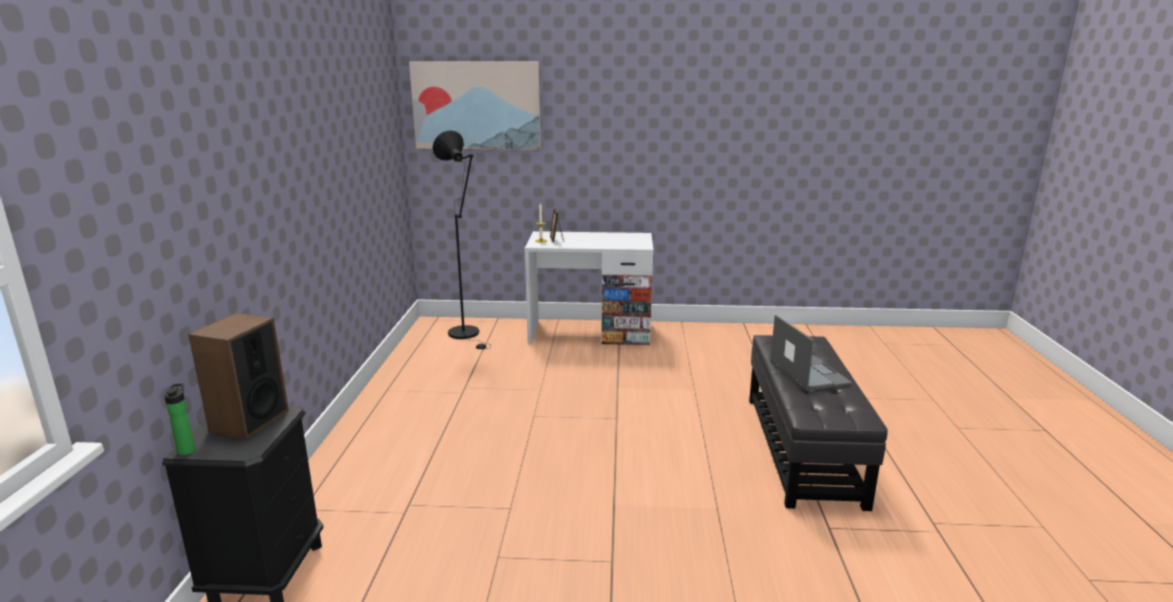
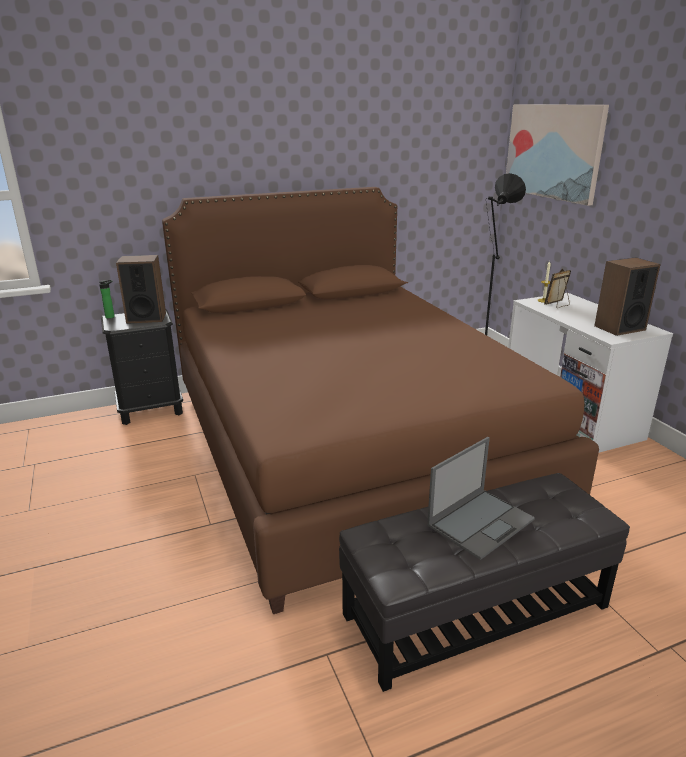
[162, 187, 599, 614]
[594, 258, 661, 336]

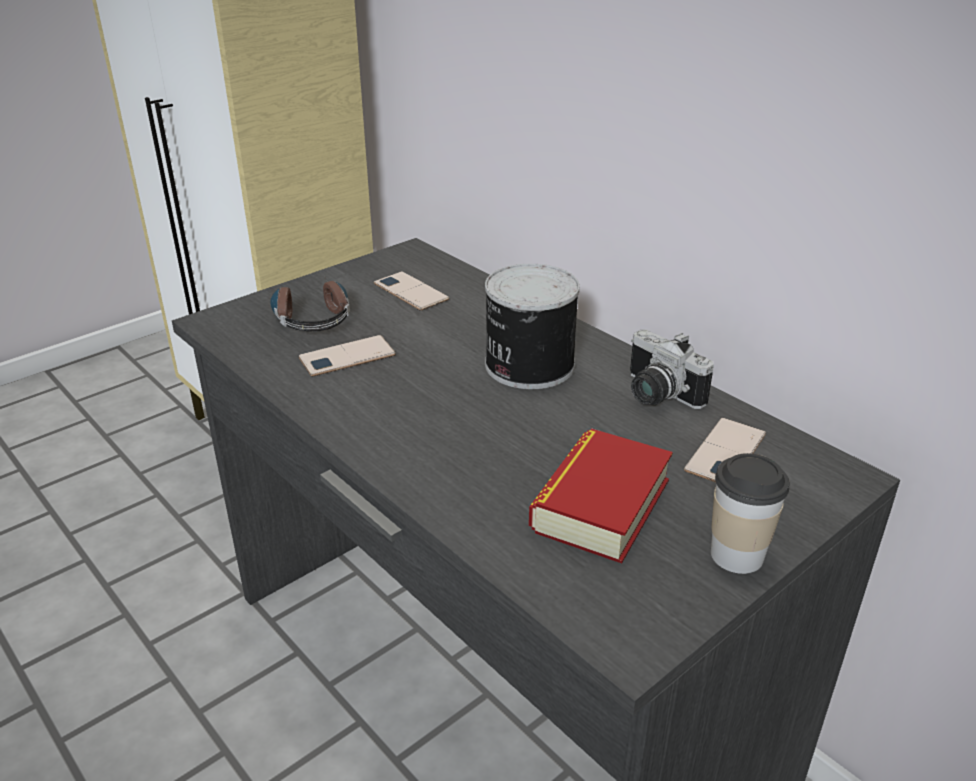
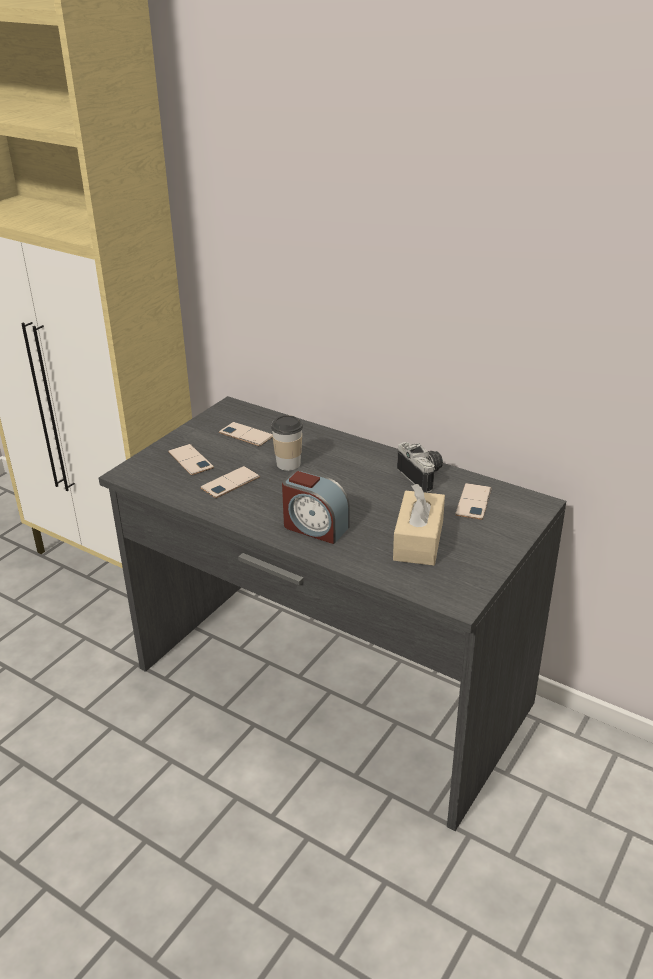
[168, 444, 214, 475]
[271, 415, 303, 471]
[282, 470, 349, 544]
[393, 484, 445, 566]
[397, 442, 443, 493]
[485, 264, 580, 389] (first image)

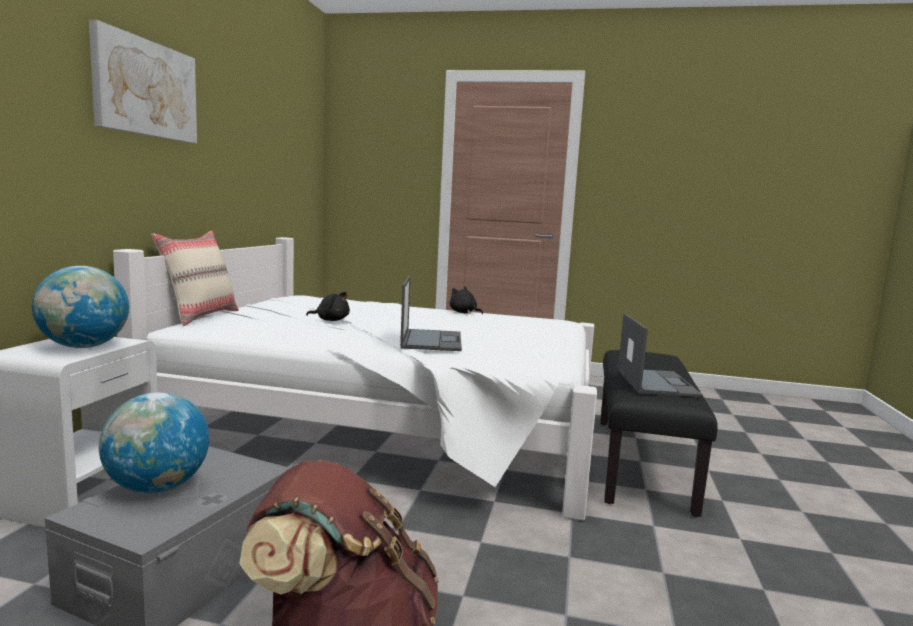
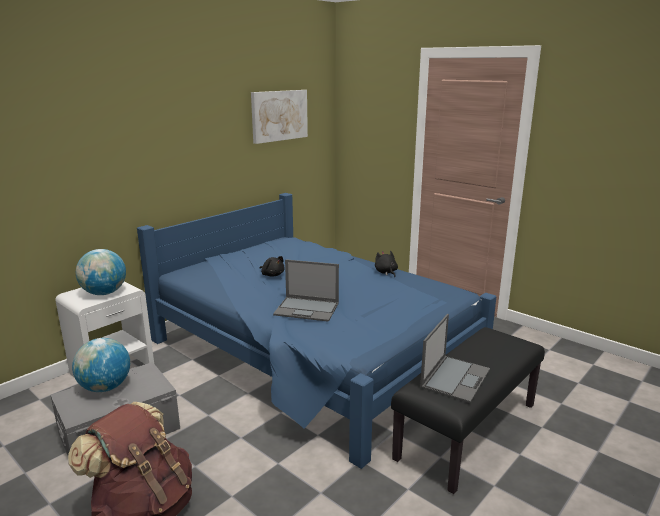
[137, 193, 497, 469]
[251, 90, 308, 144]
[273, 259, 339, 322]
[151, 231, 239, 326] (first image)

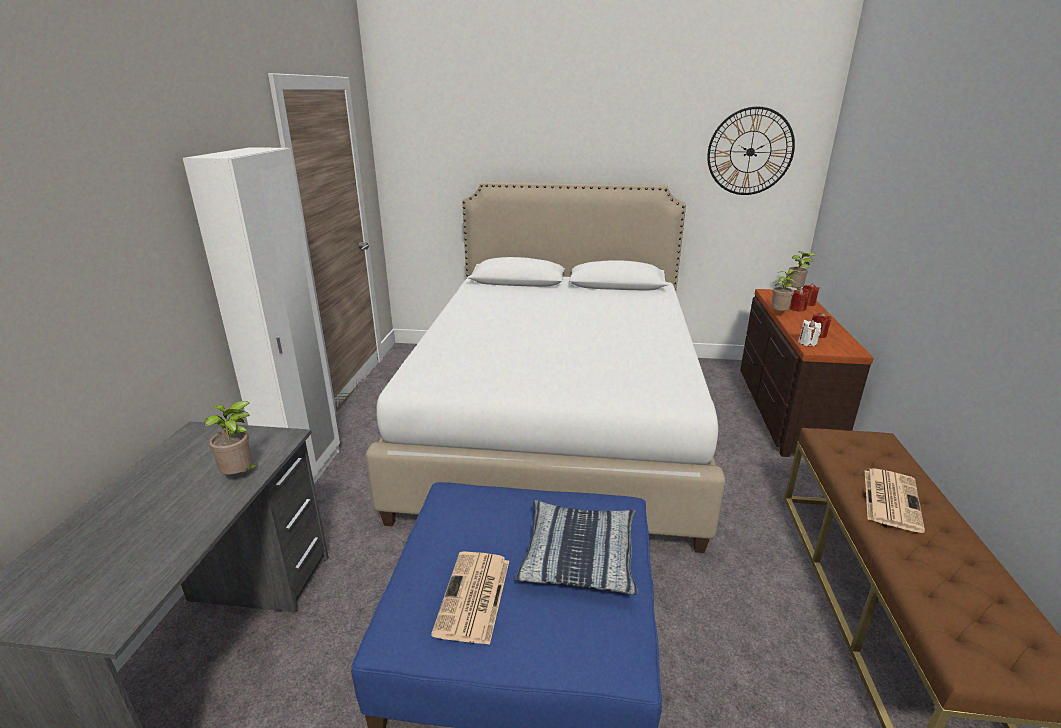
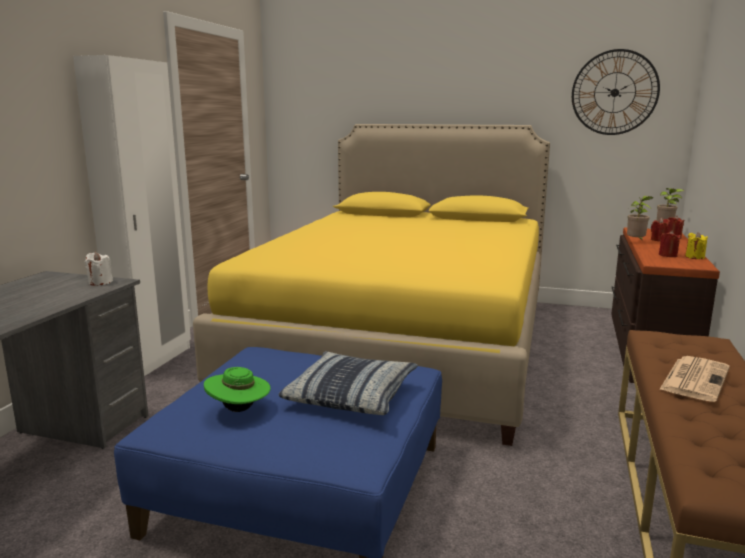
[85, 252, 113, 286]
[193, 124, 550, 446]
[204, 367, 271, 412]
[685, 232, 708, 259]
[204, 401, 260, 475] (first image)

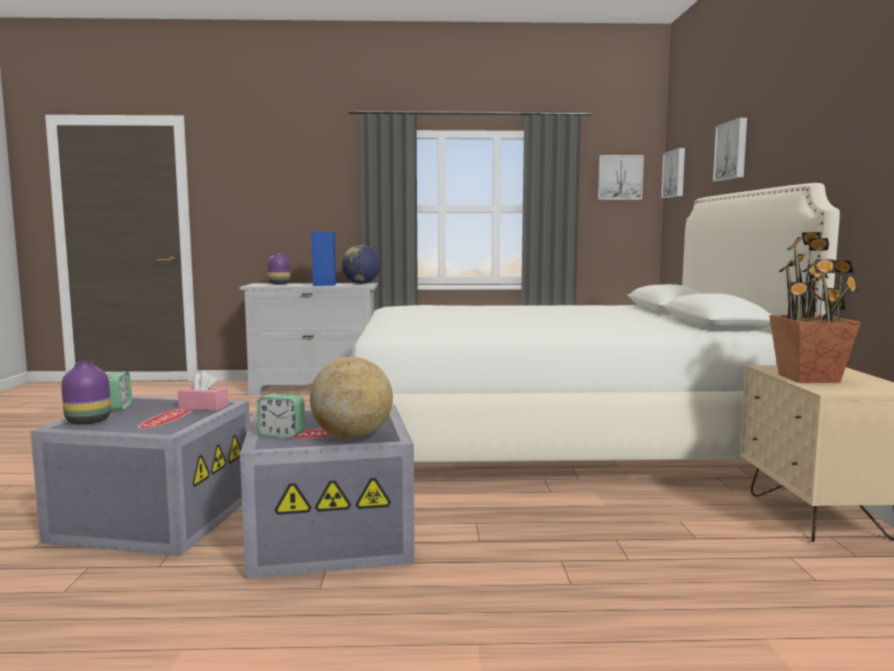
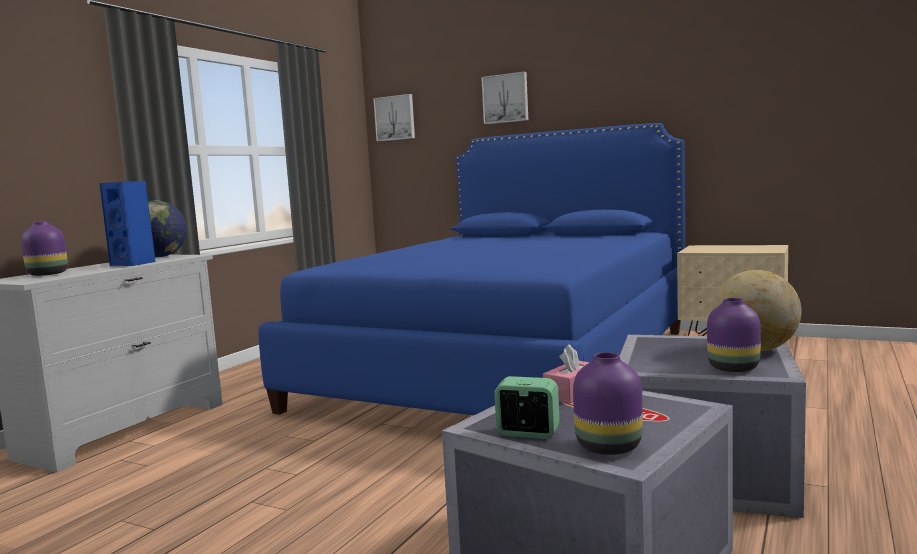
[259, 123, 685, 415]
[707, 298, 761, 372]
[598, 155, 644, 200] (first image)
[769, 232, 861, 383] (first image)

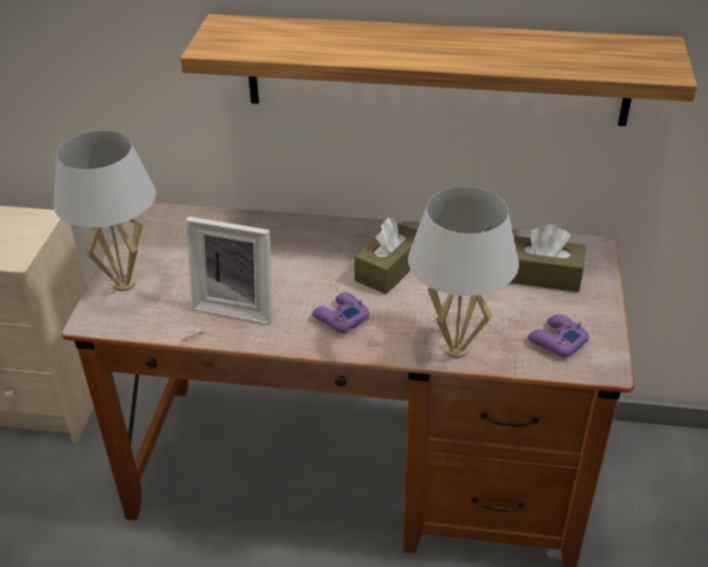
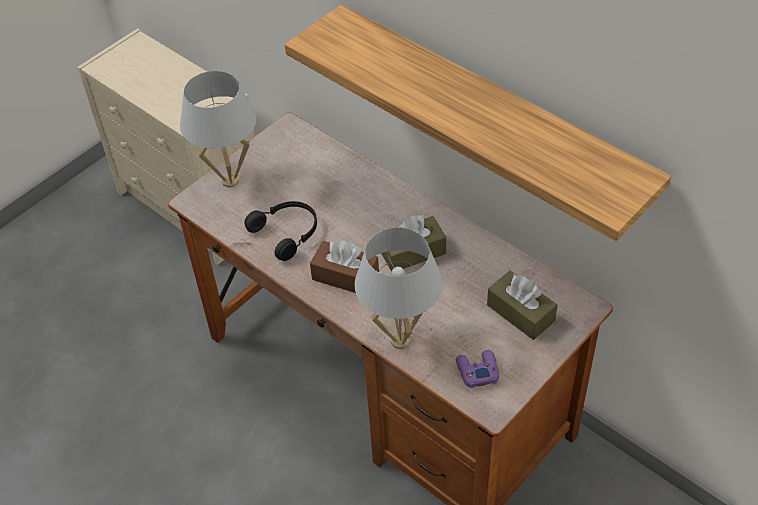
[244, 201, 317, 261]
[310, 240, 379, 293]

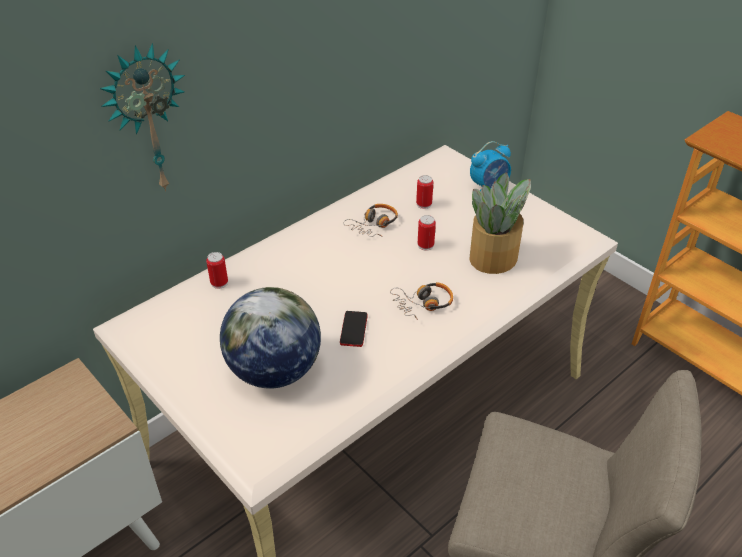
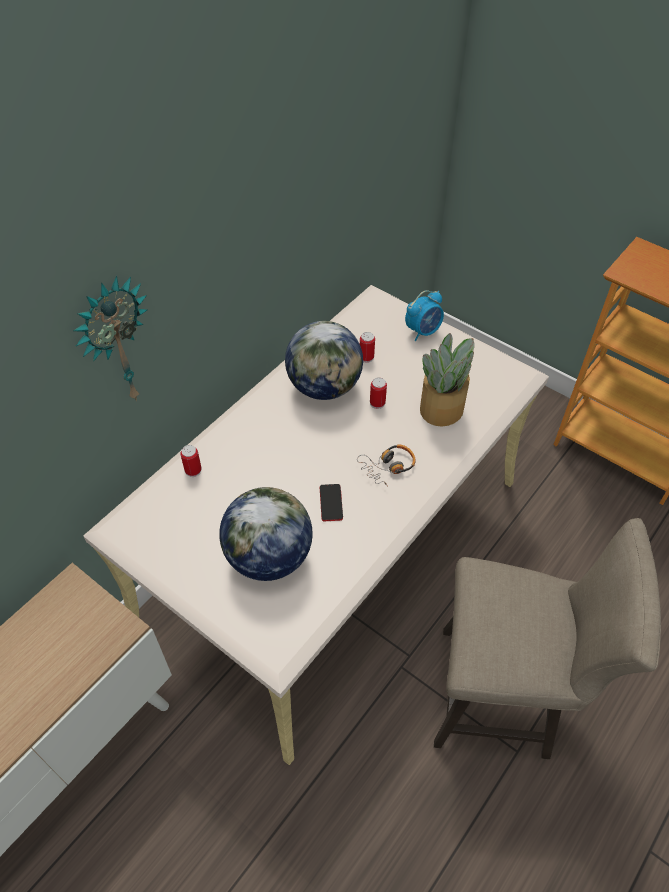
[285, 321, 363, 400]

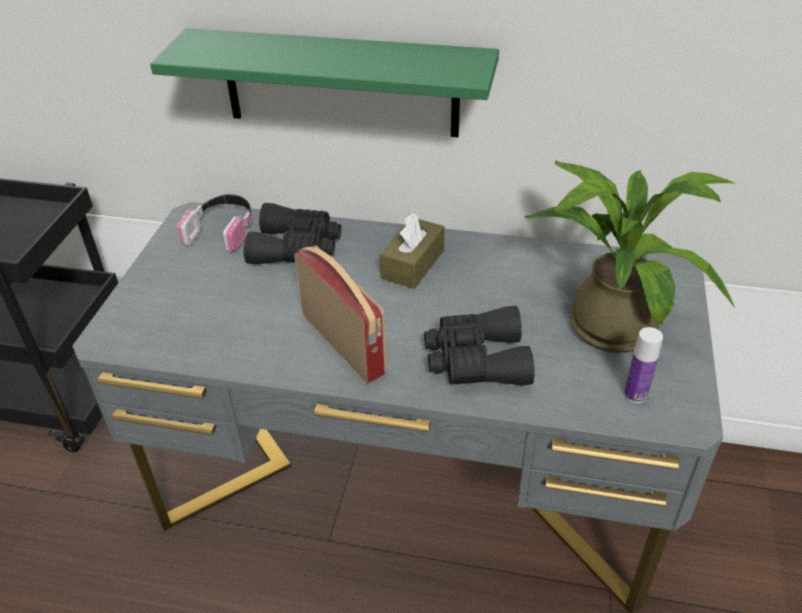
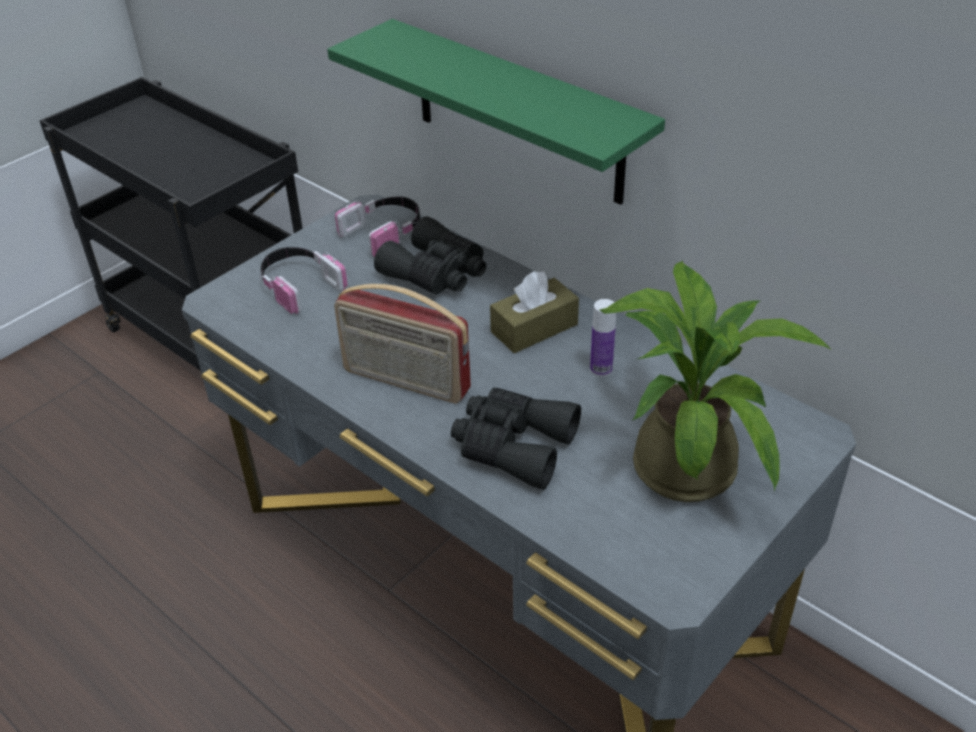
[260, 247, 348, 314]
[334, 284, 471, 404]
[590, 299, 616, 377]

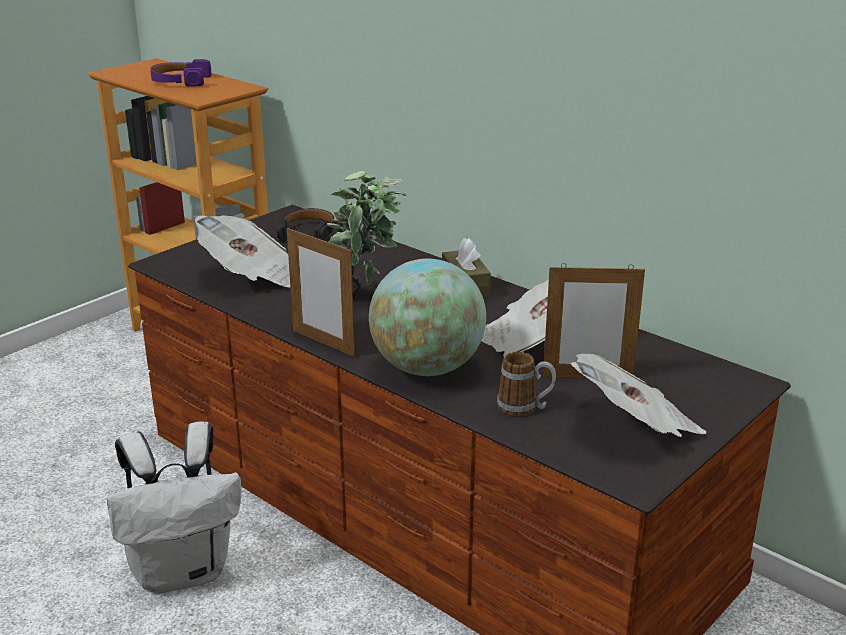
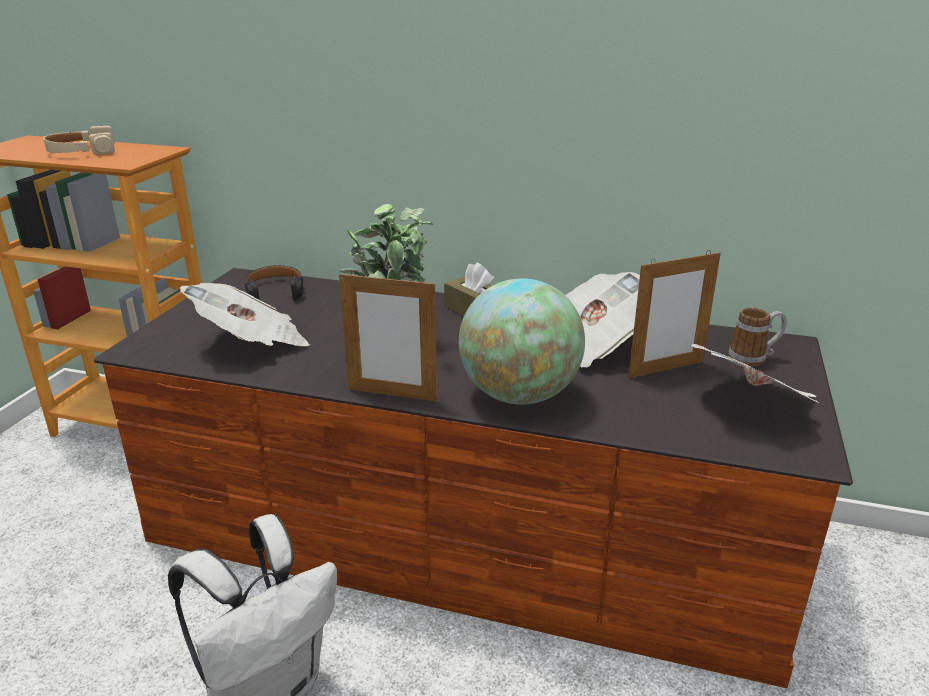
[43, 126, 115, 155]
[728, 308, 787, 367]

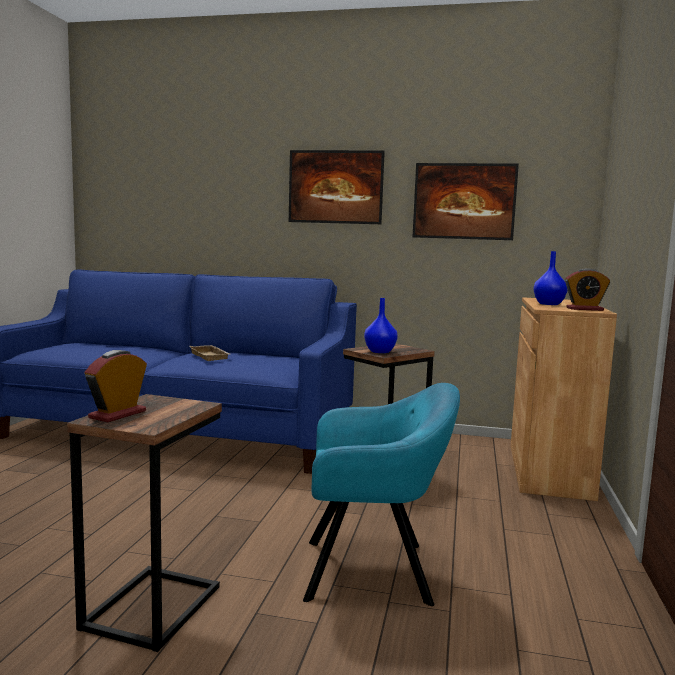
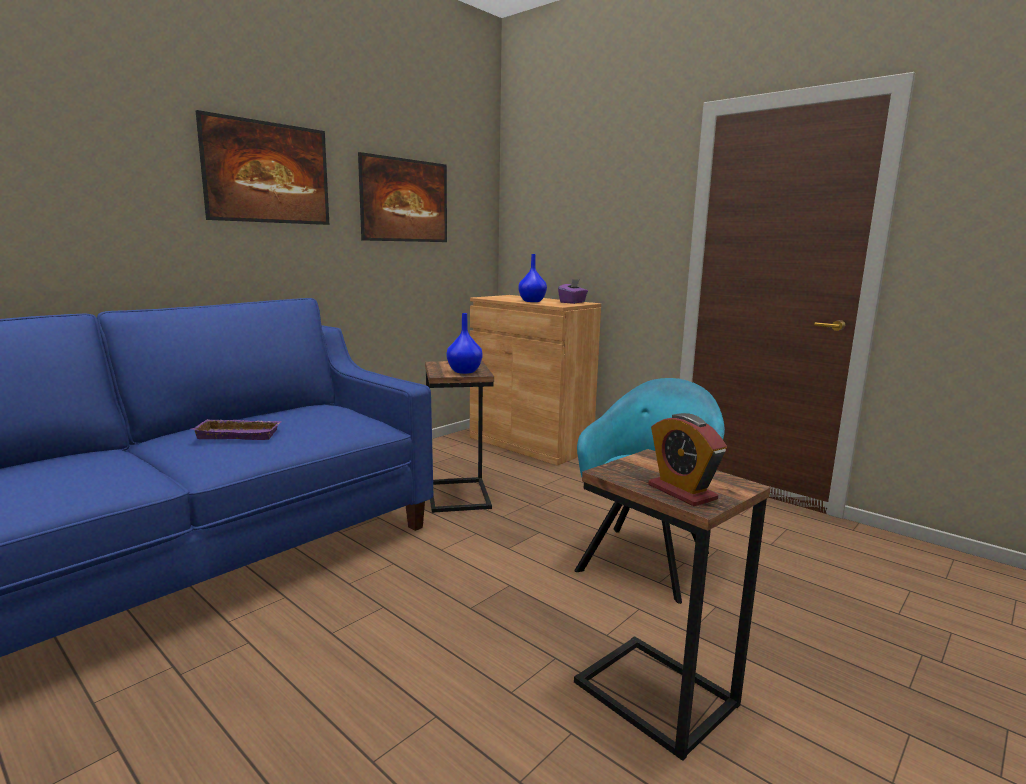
[191, 419, 282, 440]
[558, 279, 588, 304]

